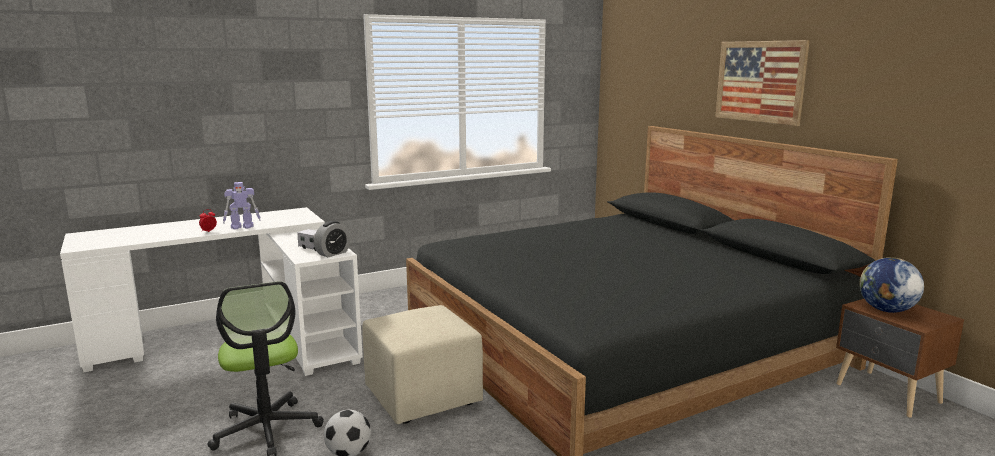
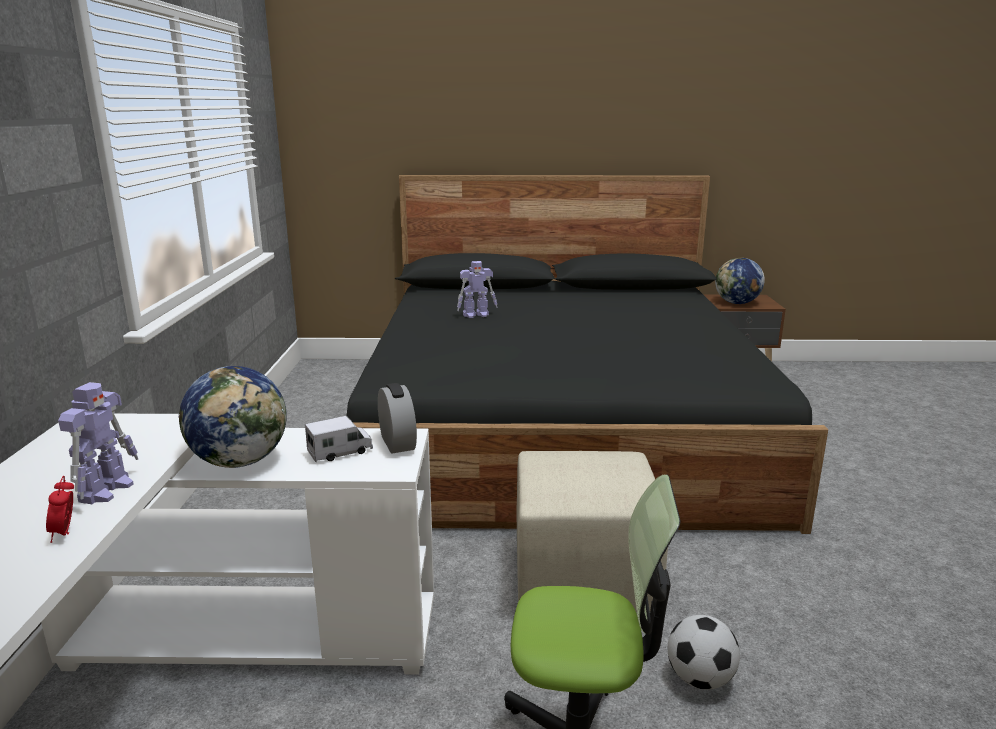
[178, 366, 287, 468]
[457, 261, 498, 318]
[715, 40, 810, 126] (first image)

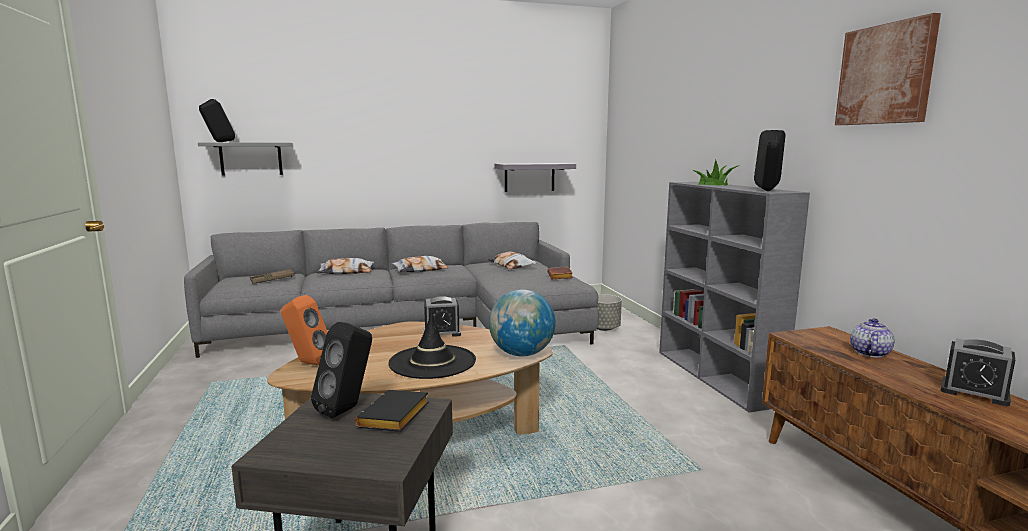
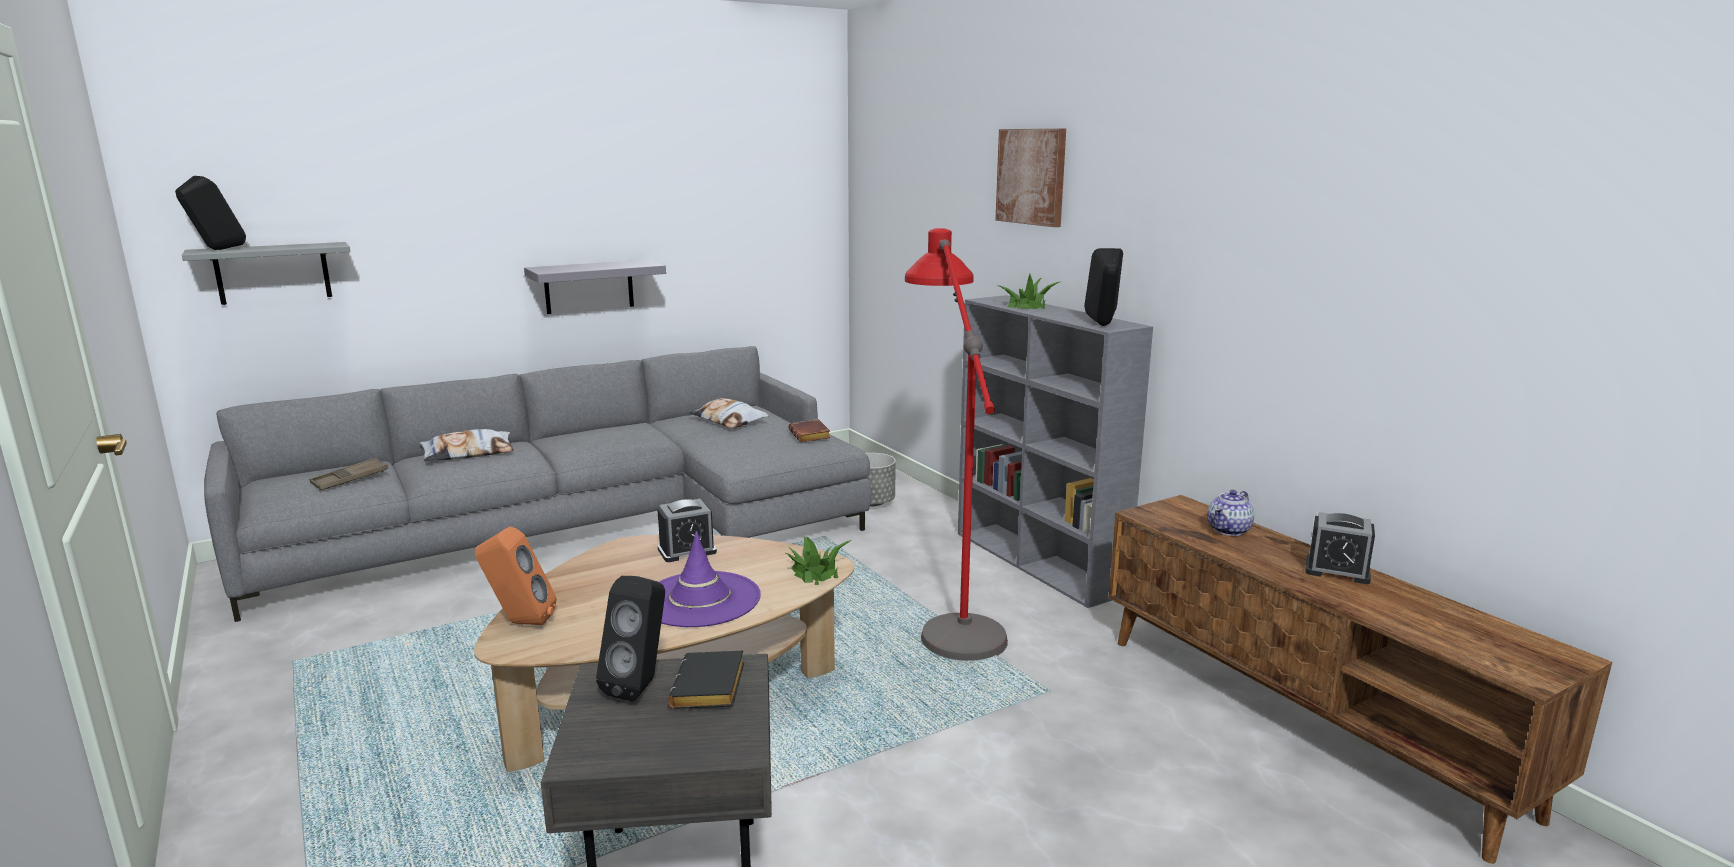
[524, 260, 666, 314]
[659, 531, 761, 627]
[786, 536, 852, 585]
[905, 228, 1008, 661]
[995, 128, 1066, 227]
[1207, 490, 1254, 536]
[392, 256, 449, 272] (first image)

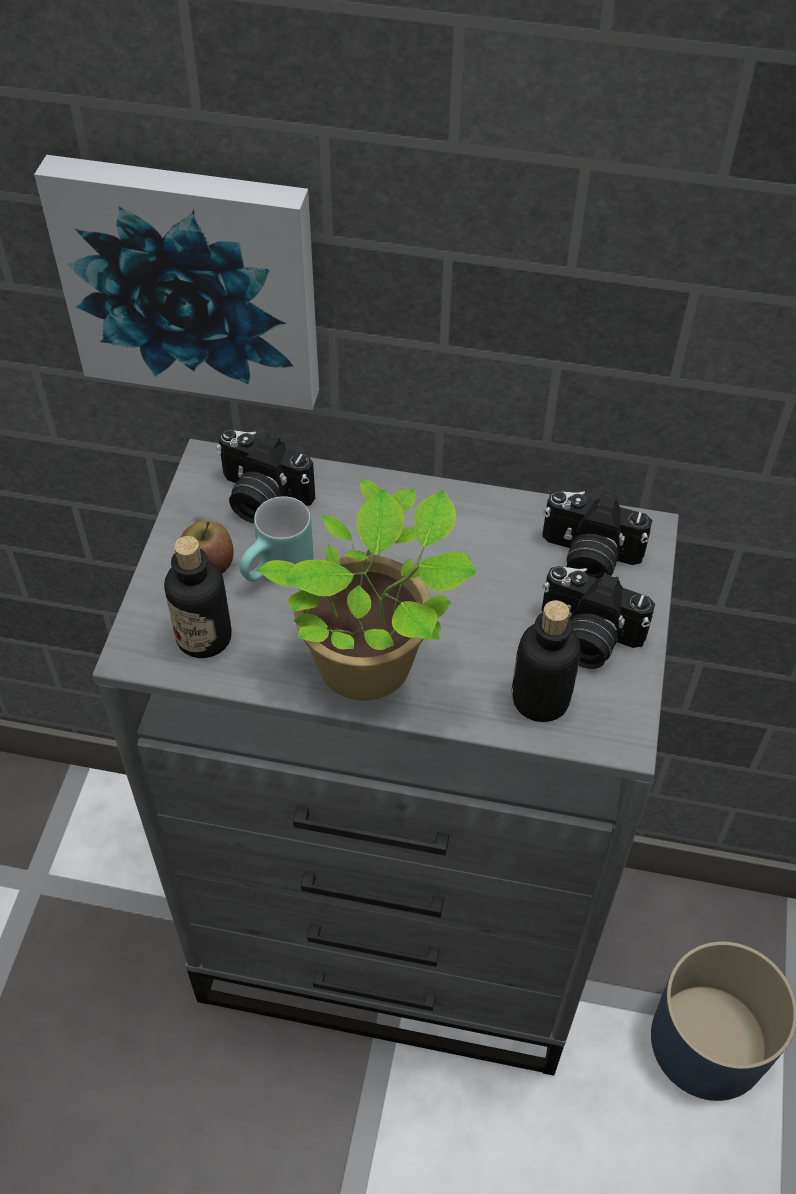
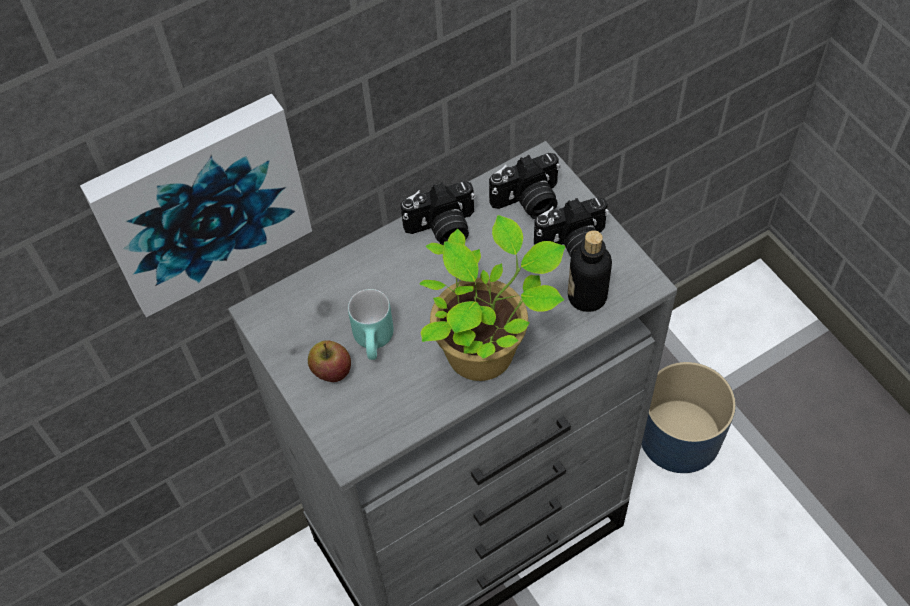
[400, 181, 476, 246]
[164, 536, 232, 658] (first image)

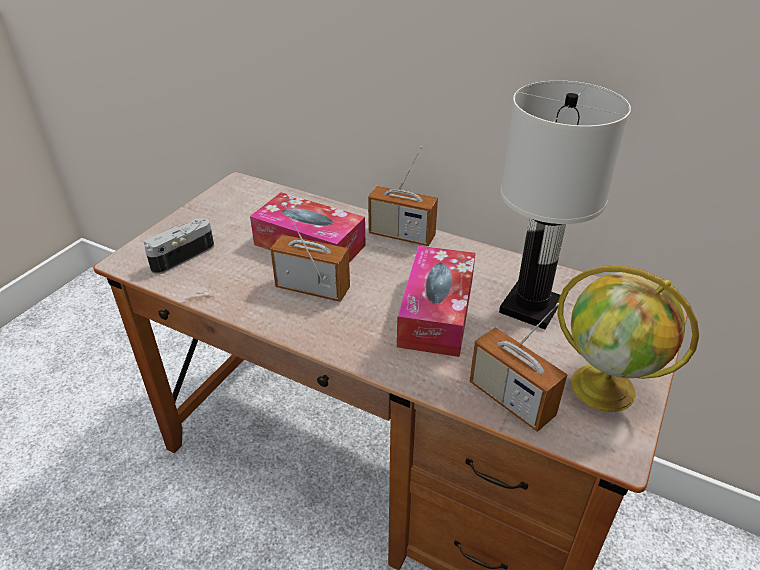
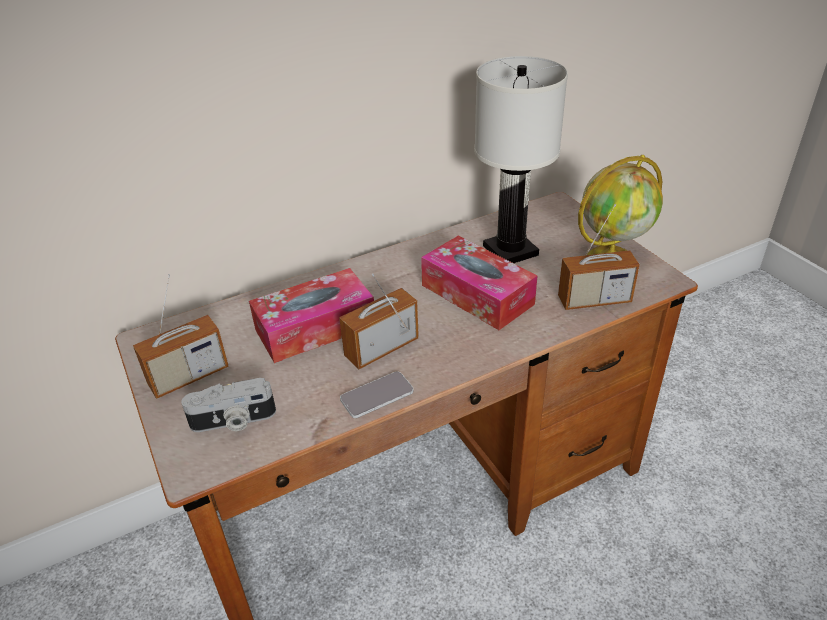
[133, 274, 229, 399]
[181, 378, 276, 432]
[340, 371, 414, 418]

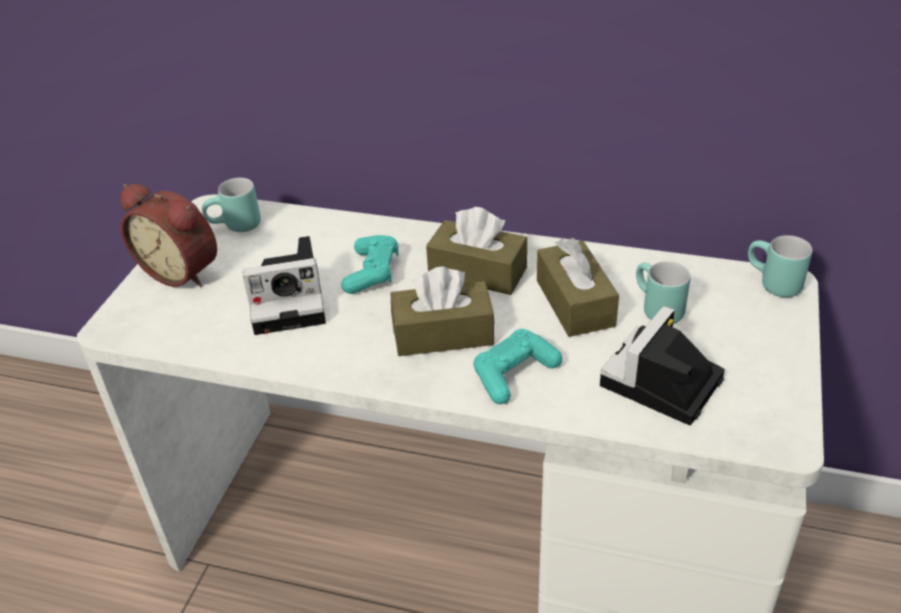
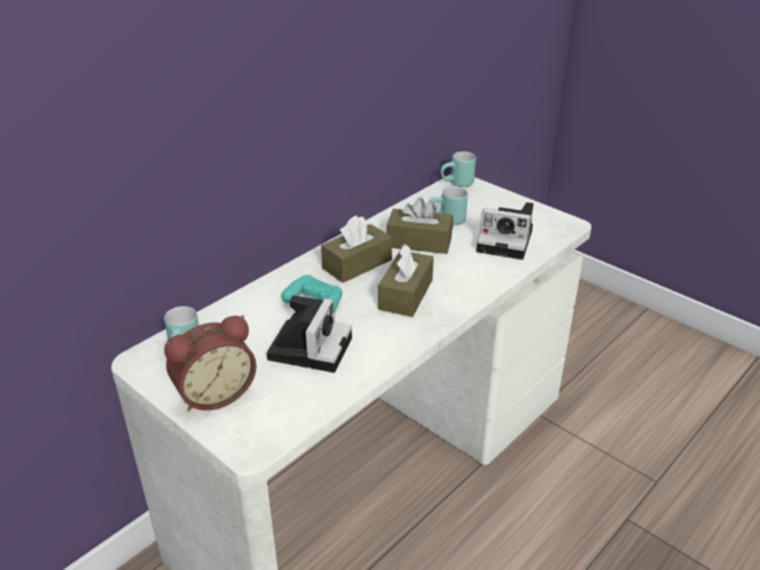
[476, 202, 533, 260]
[474, 329, 562, 404] (first image)

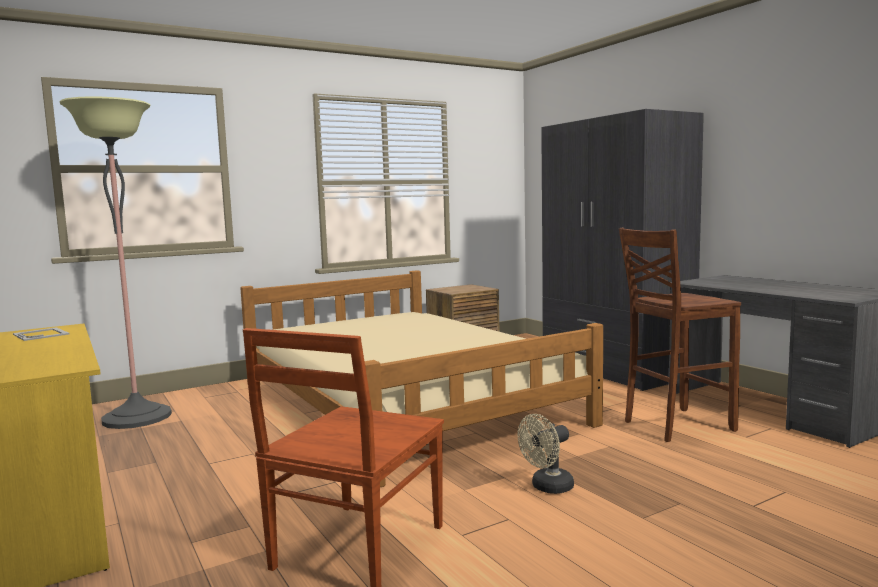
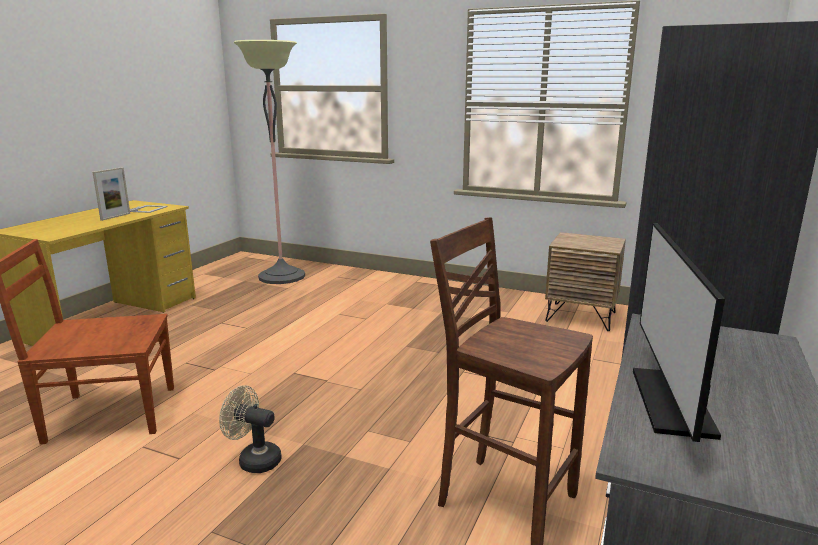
[92, 167, 130, 221]
[633, 223, 725, 442]
[240, 270, 603, 487] (first image)

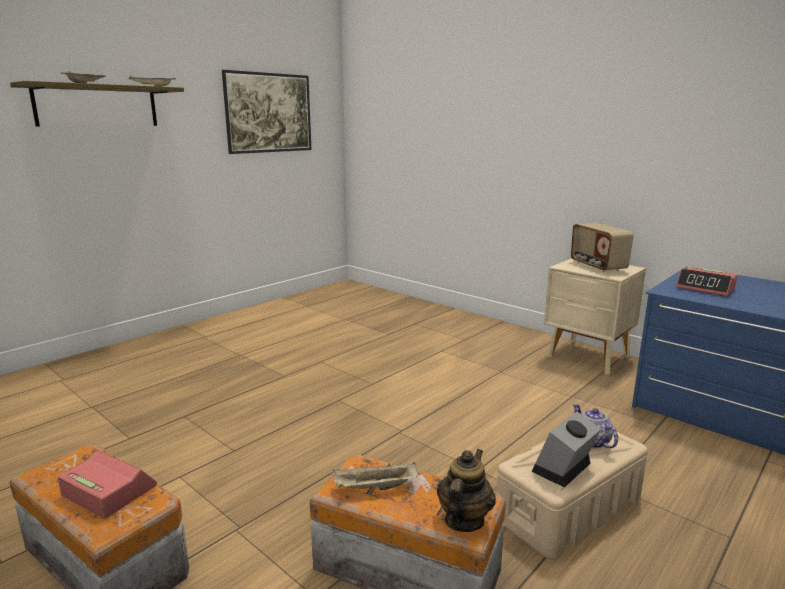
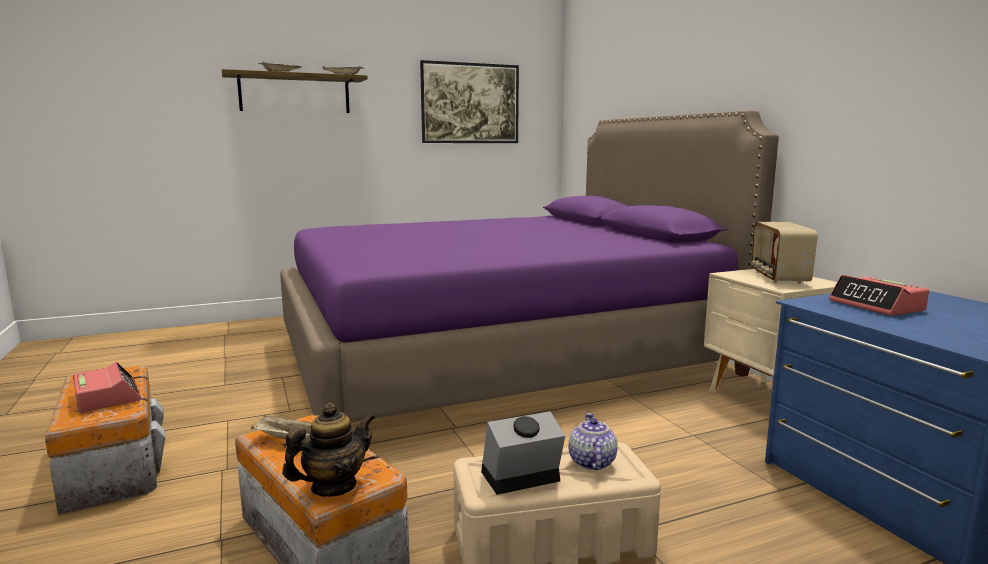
[280, 110, 779, 422]

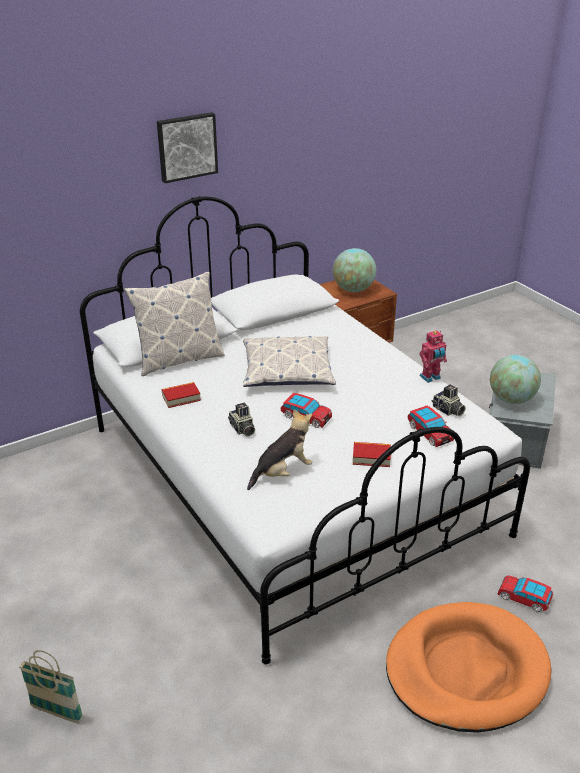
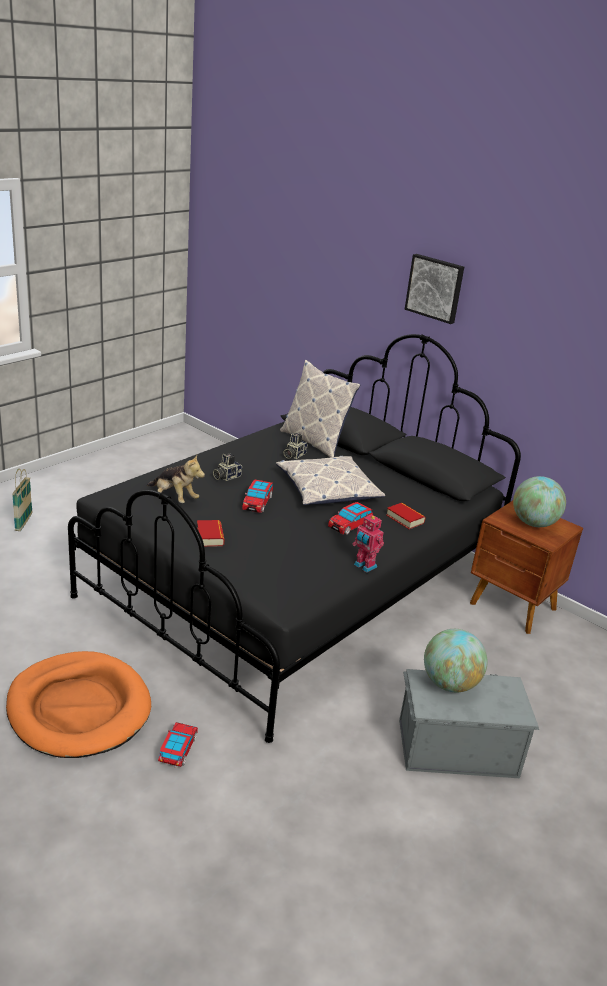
[68, 334, 521, 743]
[283, 433, 307, 459]
[328, 502, 373, 535]
[386, 503, 426, 529]

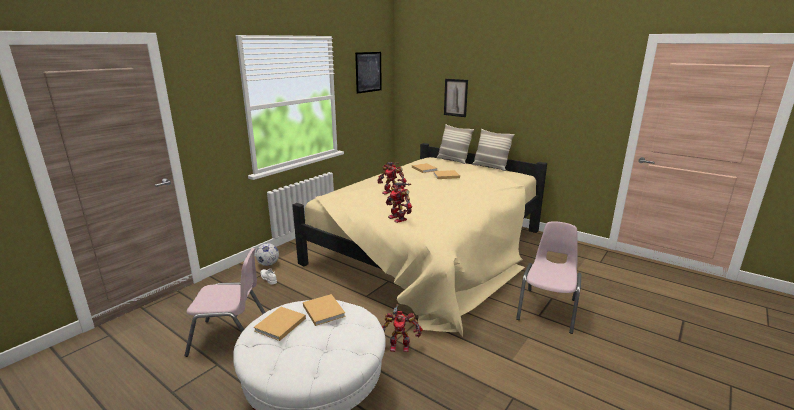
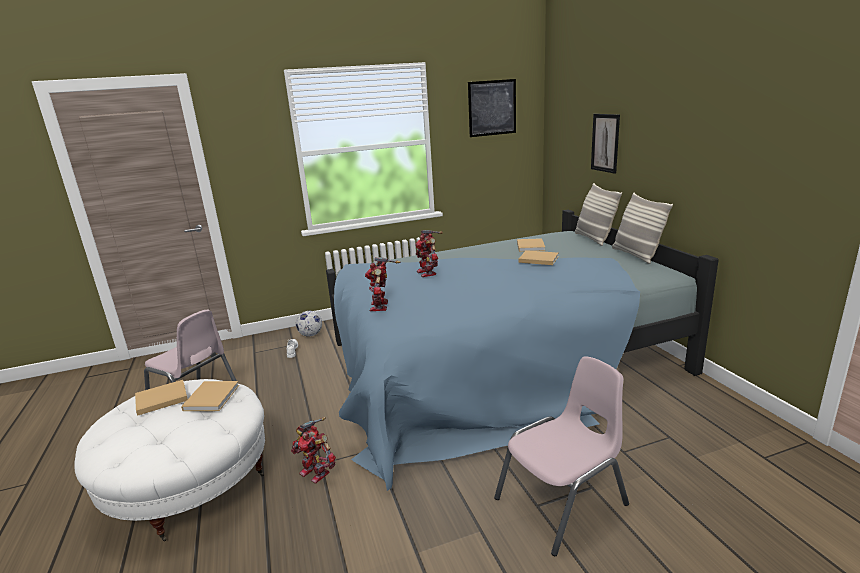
[326, 210, 719, 491]

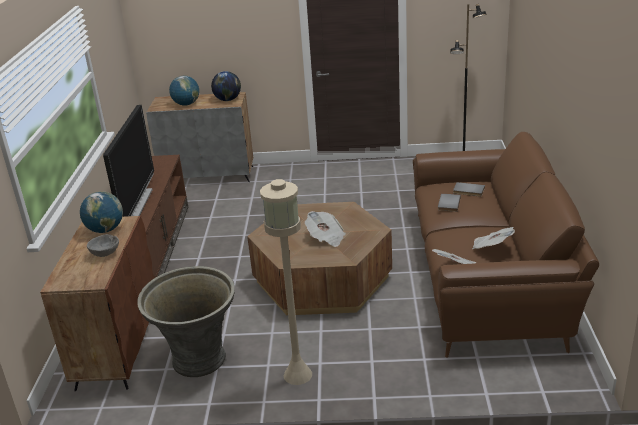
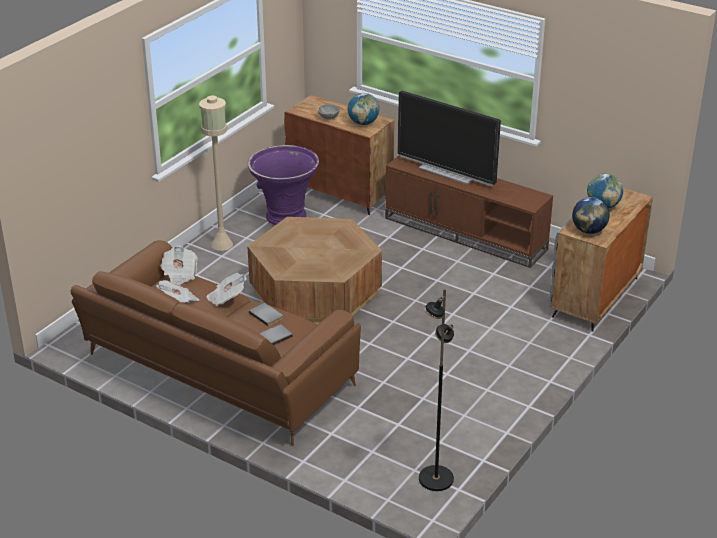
[206, 273, 247, 306]
[248, 145, 319, 225]

